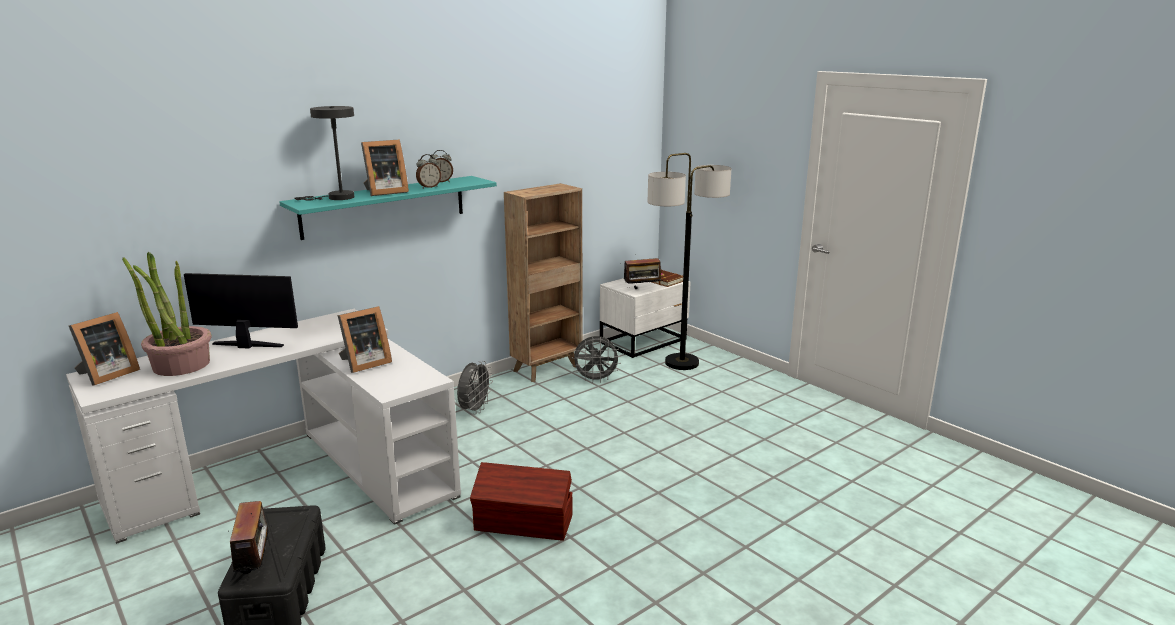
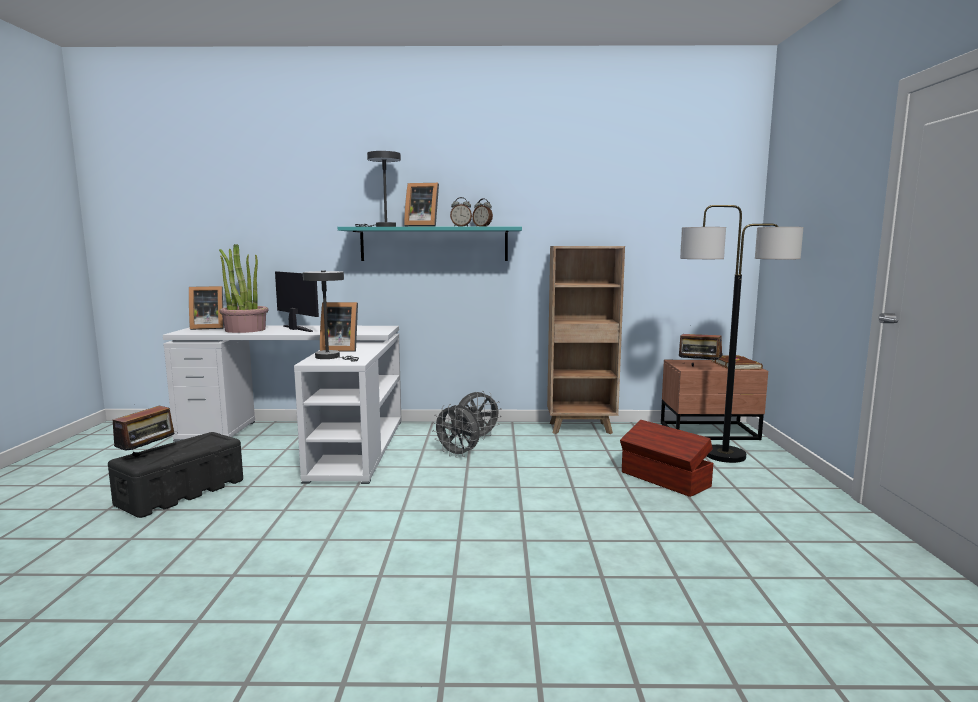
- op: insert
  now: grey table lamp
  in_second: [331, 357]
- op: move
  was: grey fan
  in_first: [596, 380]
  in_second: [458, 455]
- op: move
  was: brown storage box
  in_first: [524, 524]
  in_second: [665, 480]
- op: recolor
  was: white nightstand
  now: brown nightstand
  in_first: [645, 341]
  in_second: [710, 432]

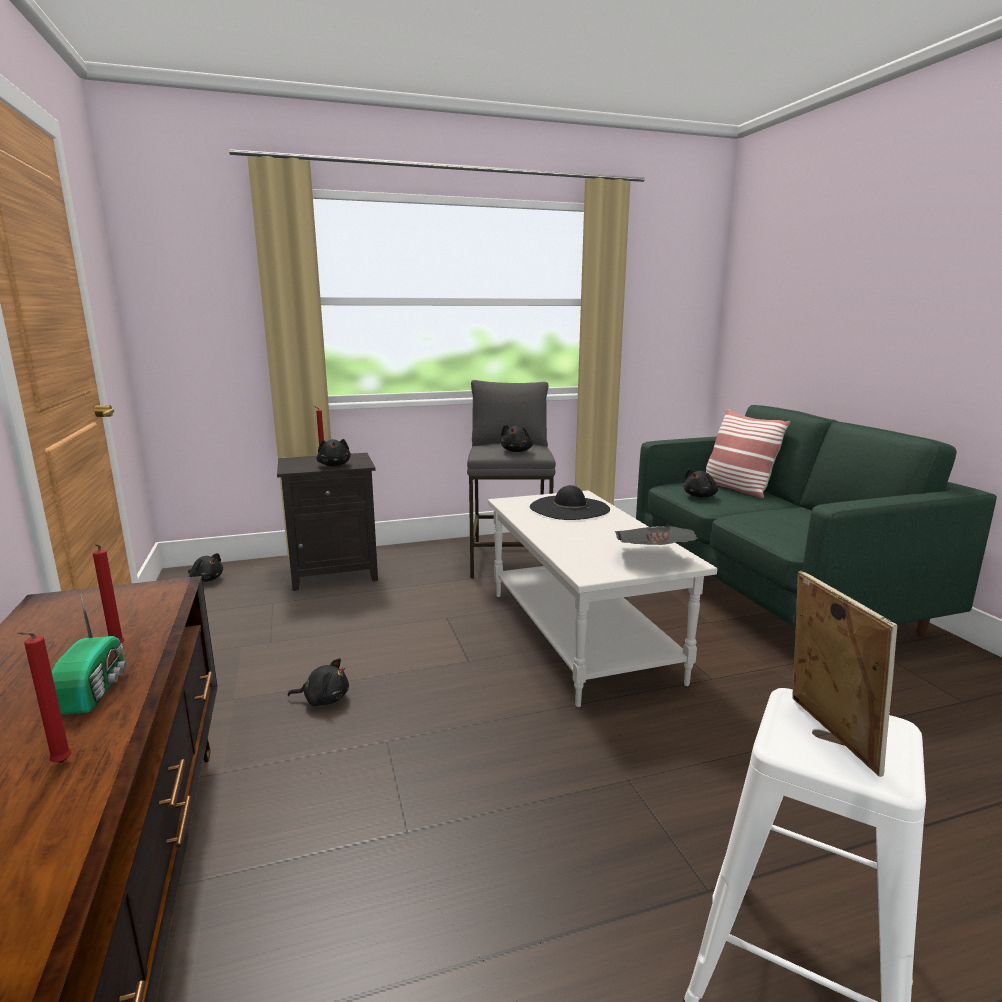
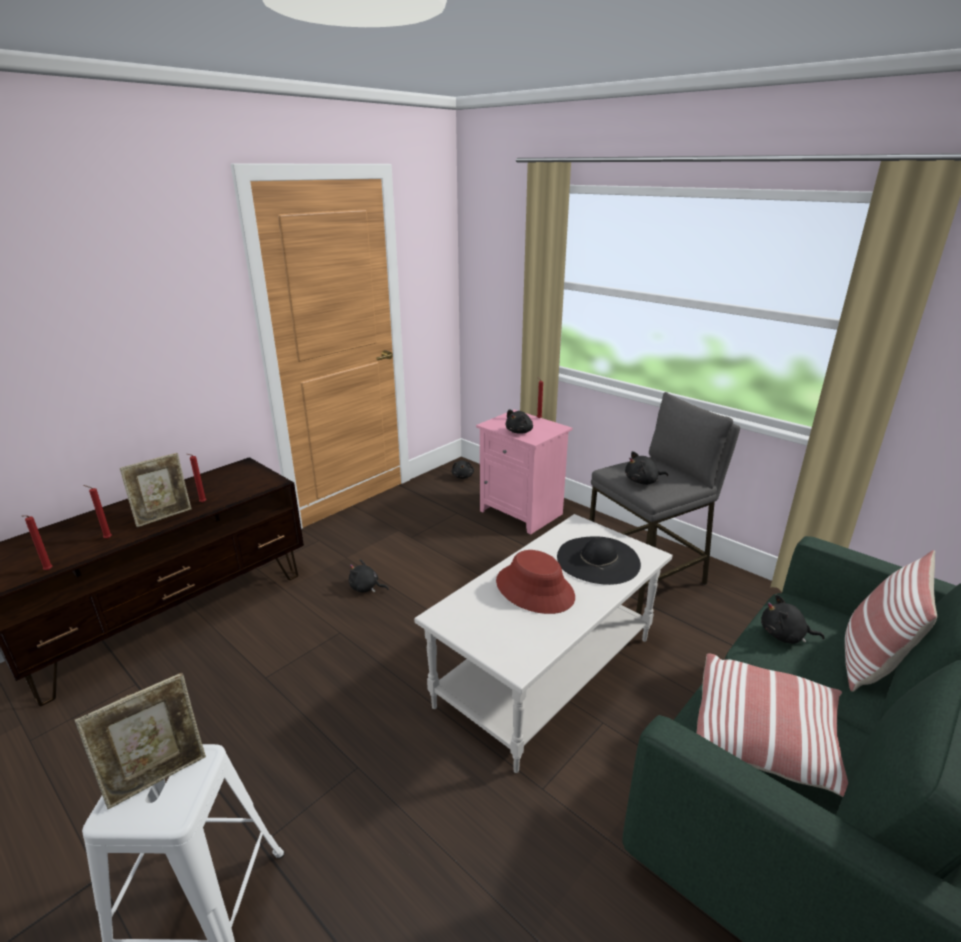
- op: insert
  now: red candle
  in_second: [47, 571]
- op: replace
  was: radio
  now: picture frame
  in_first: [96, 689]
  in_second: [164, 517]
- op: rotate
  was: black plush toy
  in_first: [324, 699]
  in_second: [366, 588]
  clockwise: 135
- op: recolor
  was: black nightstand
  now: pink nightstand
  in_first: [335, 572]
  in_second: [522, 512]
- op: insert
  now: red hat
  in_second: [535, 589]
- op: insert
  now: pillow
  in_second: [765, 736]
- op: delete
  was: newspaper
  in_first: [653, 558]

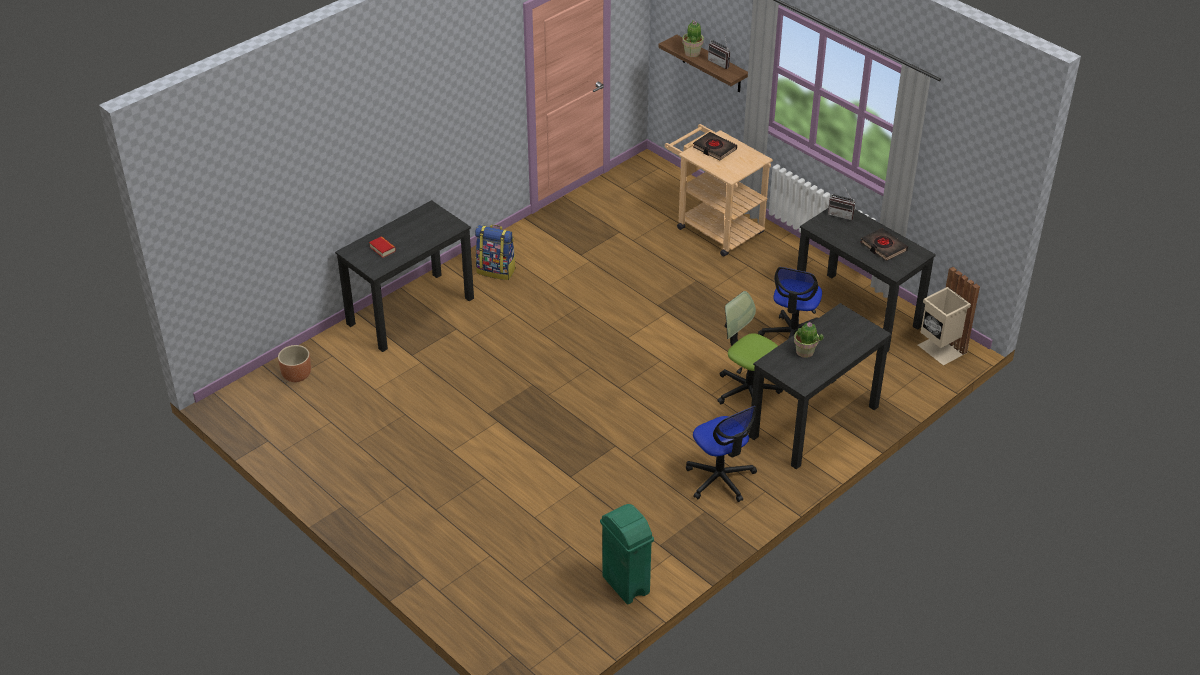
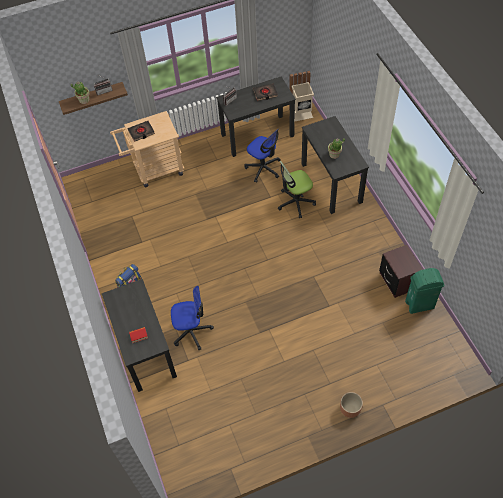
- op: move
  was: office chair
  in_first: [720, 479]
  in_second: [191, 331]
- op: move
  was: brown planter
  in_first: [296, 375]
  in_second: [350, 409]
- op: insert
  now: brown nightstand
  in_second: [397, 281]

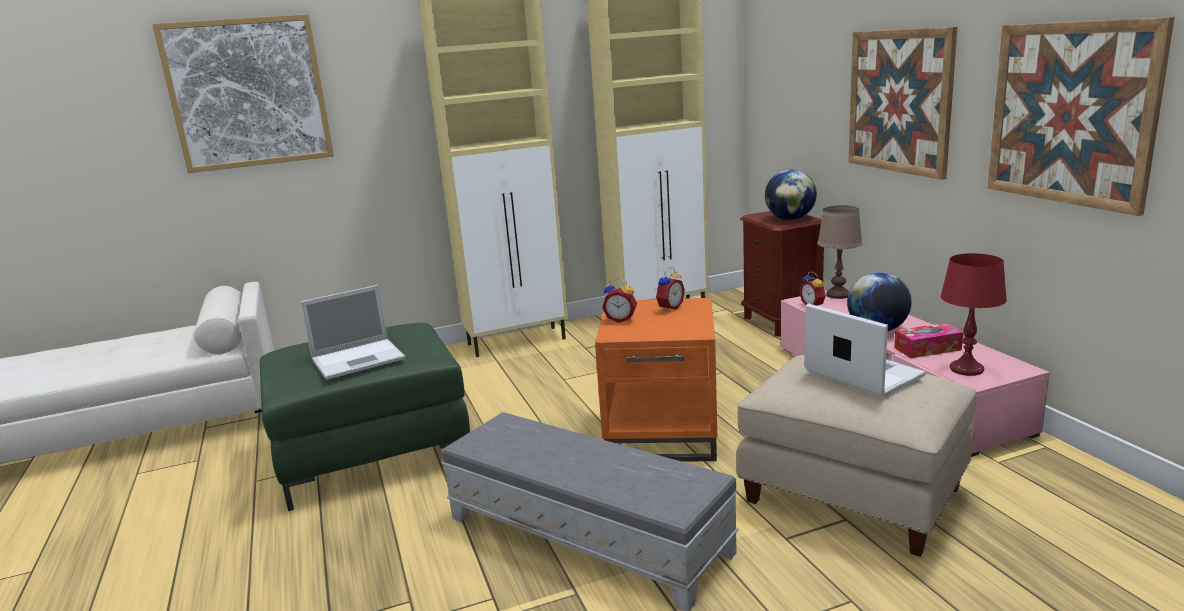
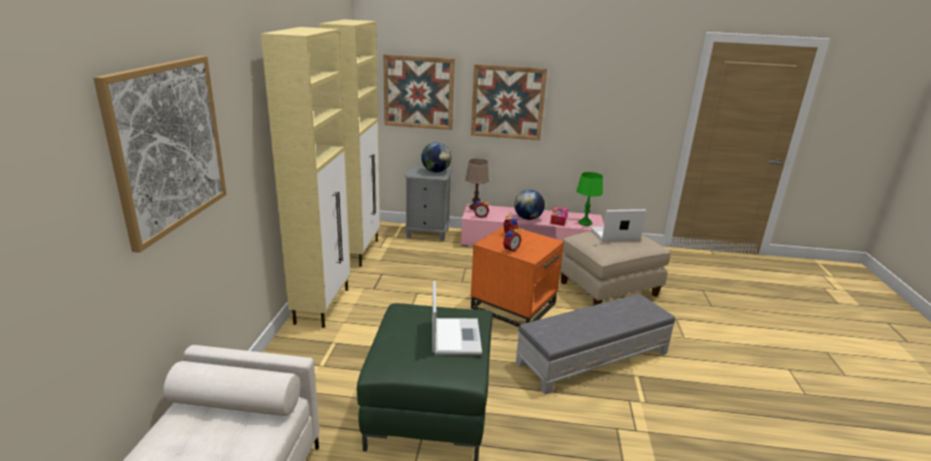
- op: move
  was: picture
  in_first: [1071, 113]
  in_second: [418, 92]
- op: recolor
  was: brown nightstand
  now: grey nightstand
  in_first: [780, 322]
  in_second: [427, 233]
- op: recolor
  was: red table lamp
  now: green table lamp
  in_first: [966, 369]
  in_second: [585, 223]

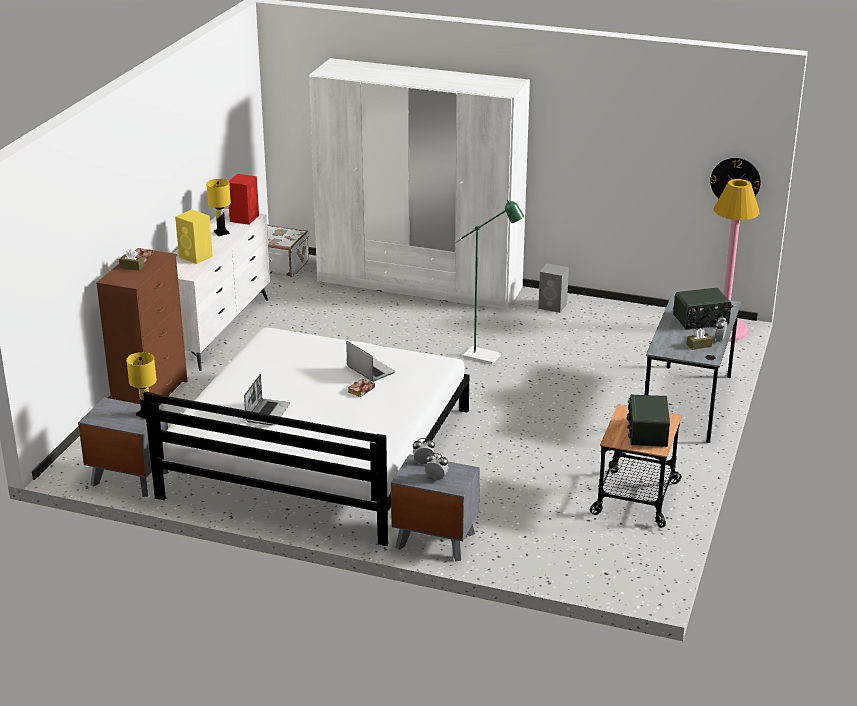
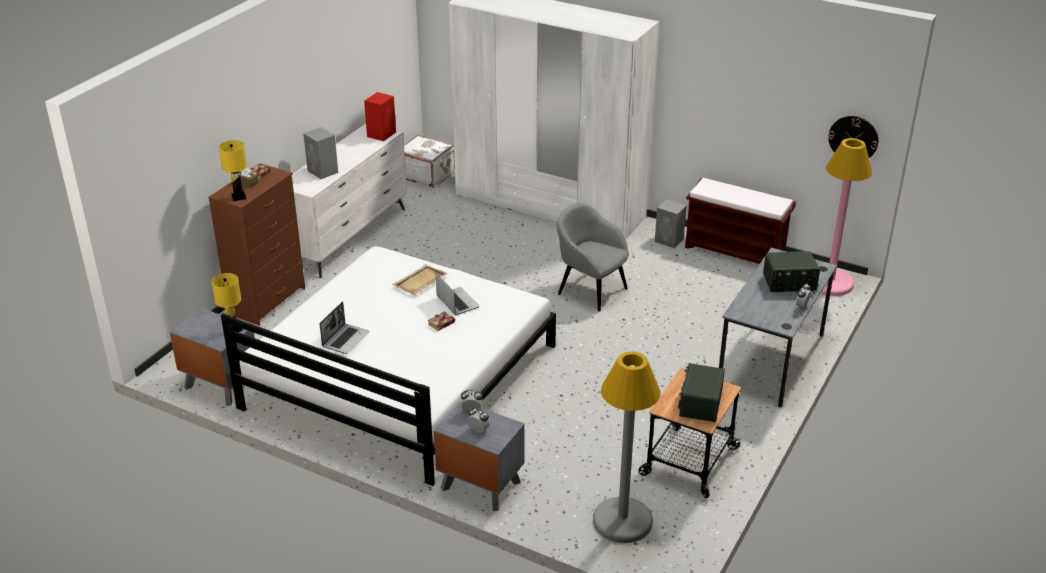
- op: move
  was: yellow table lamp
  in_first: [221, 233]
  in_second: [239, 197]
- op: recolor
  was: yellow speaker
  now: grey speaker
  in_first: [196, 257]
  in_second: [323, 172]
- op: insert
  now: beige tray
  in_second: [419, 281]
- op: replace
  was: green floor lamp
  now: grey armchair
  in_first: [488, 357]
  in_second: [591, 290]
- op: insert
  now: grey floor lamp
  in_second: [622, 521]
- op: insert
  now: brown bench
  in_second: [735, 251]
- op: delete
  was: brown tissue box
  in_first: [699, 345]

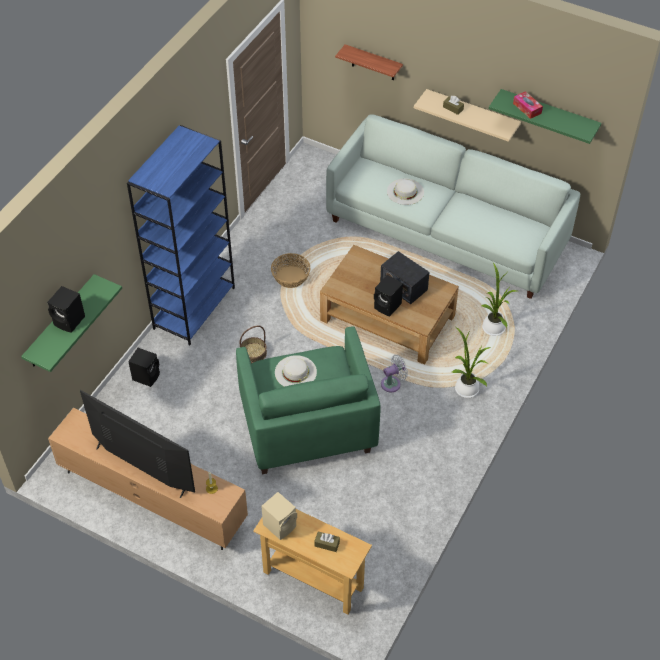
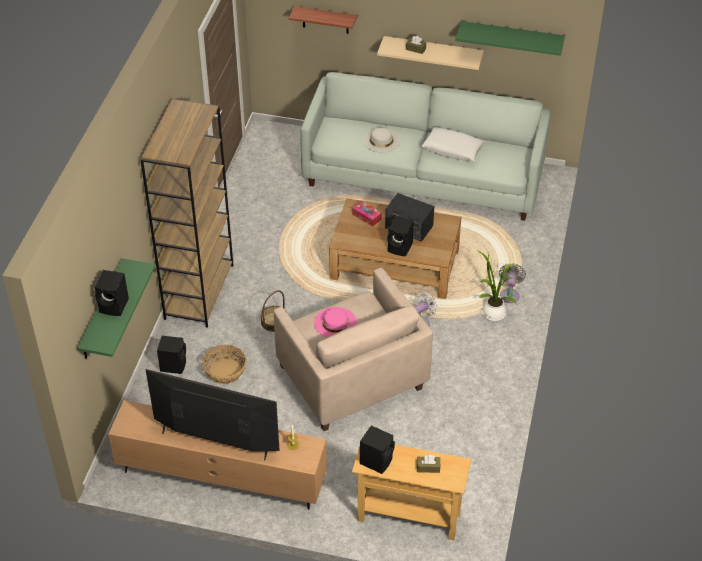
- op: recolor
  was: blue bookcase
  now: brown bookcase
  in_first: [194, 307]
  in_second: [199, 291]
- op: move
  was: basket
  in_first: [290, 277]
  in_second: [225, 371]
- op: recolor
  was: green armchair
  now: beige armchair
  in_first: [307, 424]
  in_second: [351, 376]
- op: recolor
  was: white hat
  now: pink hat
  in_first: [295, 372]
  in_second: [335, 323]
- op: move
  was: tissue box
  in_first: [527, 108]
  in_second: [367, 216]
- op: recolor
  was: beige speaker
  now: black speaker
  in_first: [280, 525]
  in_second: [377, 460]
- op: insert
  now: white pillow
  in_second: [452, 150]
- op: insert
  now: grey fan
  in_second: [509, 294]
- op: delete
  was: potted plant
  in_first: [493, 326]

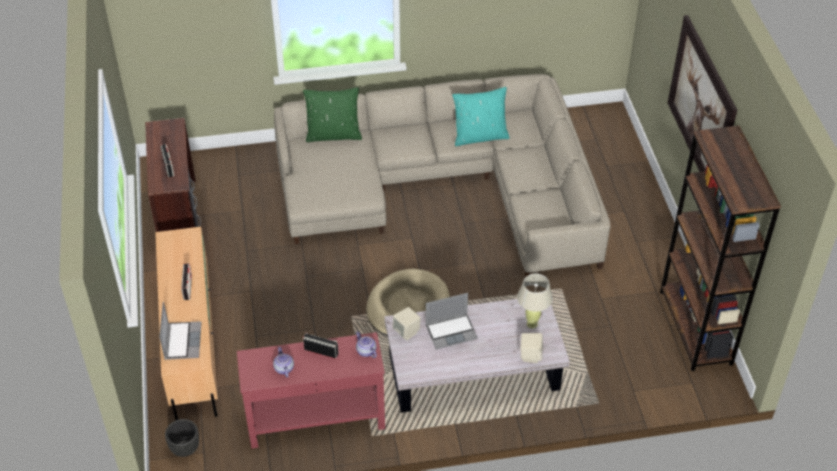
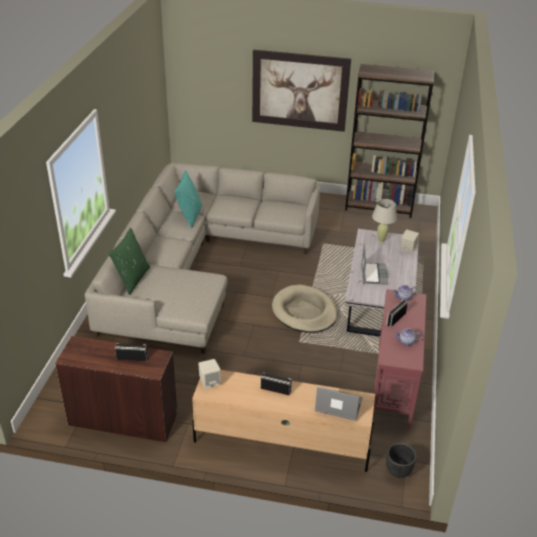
- op: move
  was: beige speaker
  in_first: [406, 332]
  in_second: [210, 382]

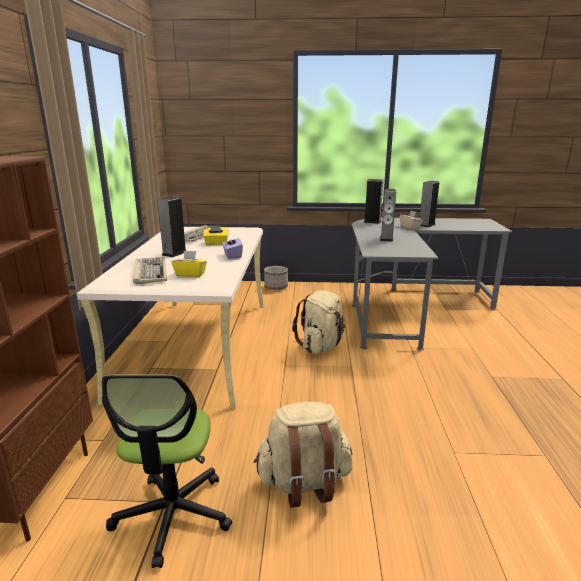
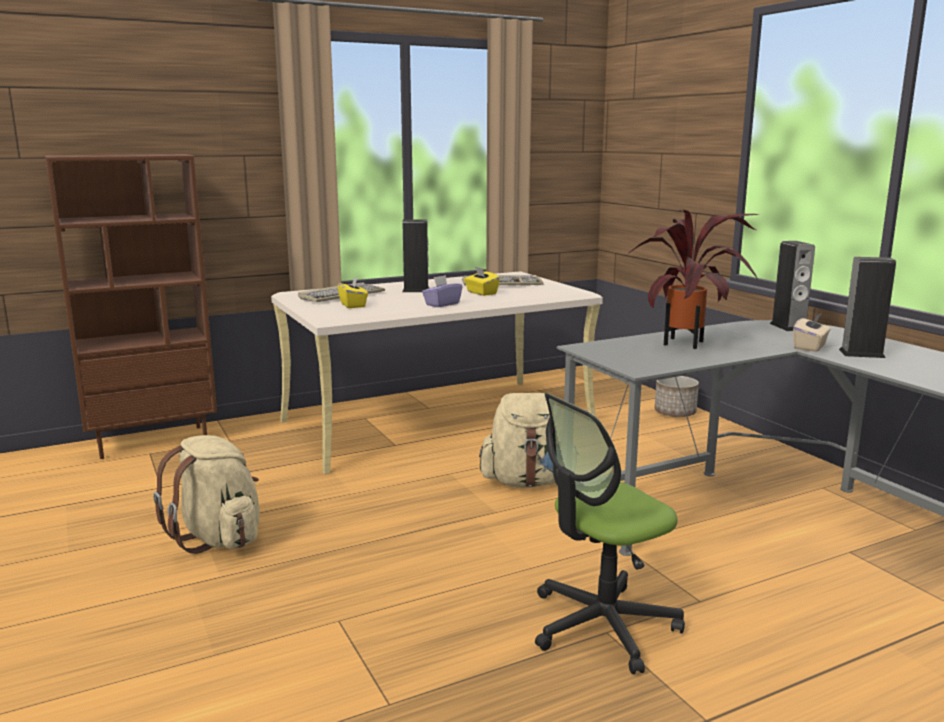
- op: move
  was: office chair
  in_first: [173, 515]
  in_second: [602, 625]
- op: replace
  was: speaker
  now: potted plant
  in_first: [386, 238]
  in_second: [687, 344]

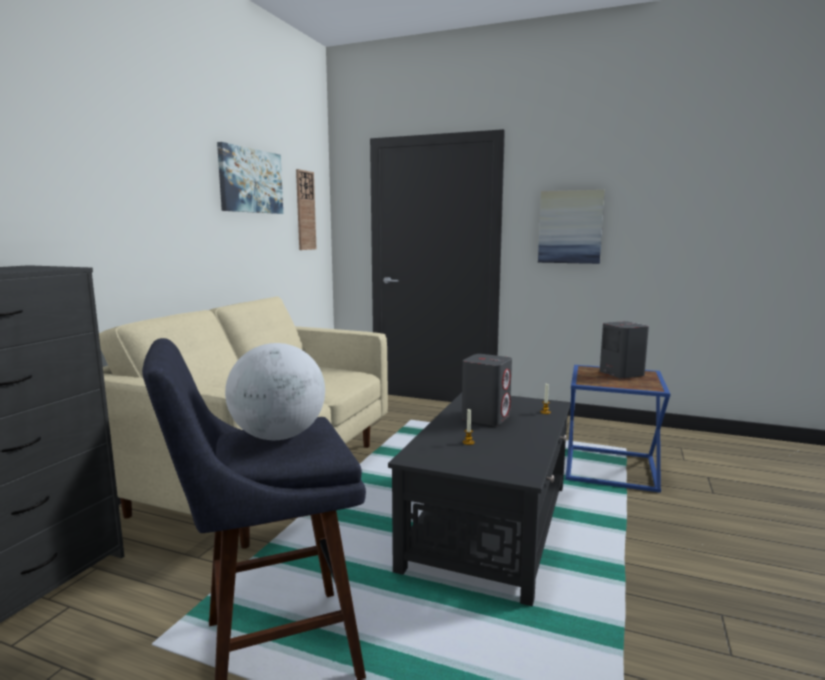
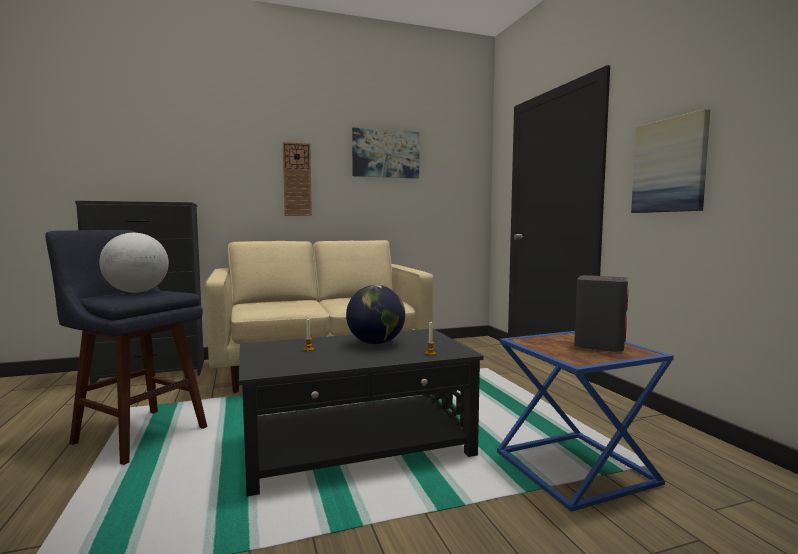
- op: move
  was: wall clock
  in_first: [305, 210]
  in_second: [297, 179]
- op: replace
  was: grey speaker
  now: globe
  in_first: [486, 418]
  in_second: [376, 343]

